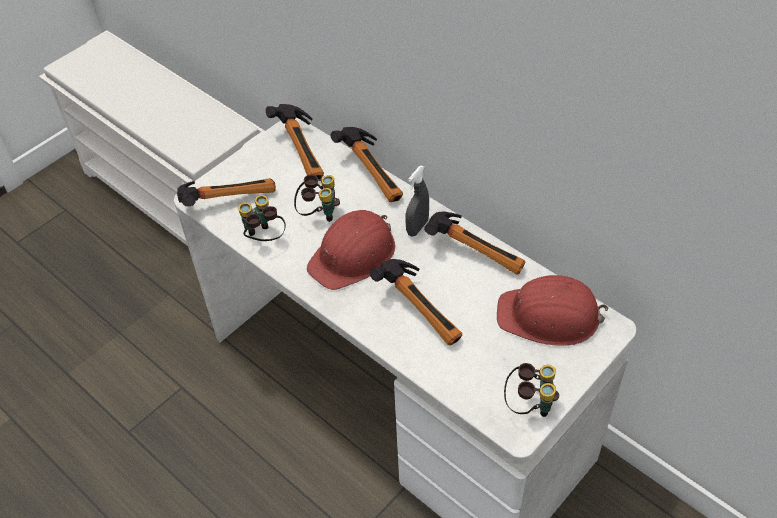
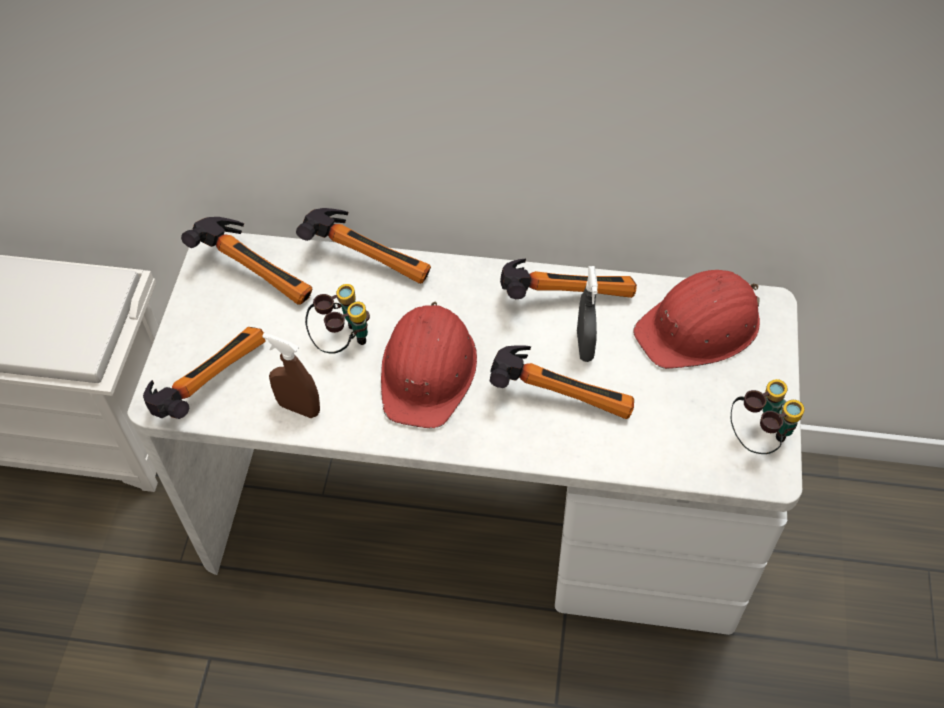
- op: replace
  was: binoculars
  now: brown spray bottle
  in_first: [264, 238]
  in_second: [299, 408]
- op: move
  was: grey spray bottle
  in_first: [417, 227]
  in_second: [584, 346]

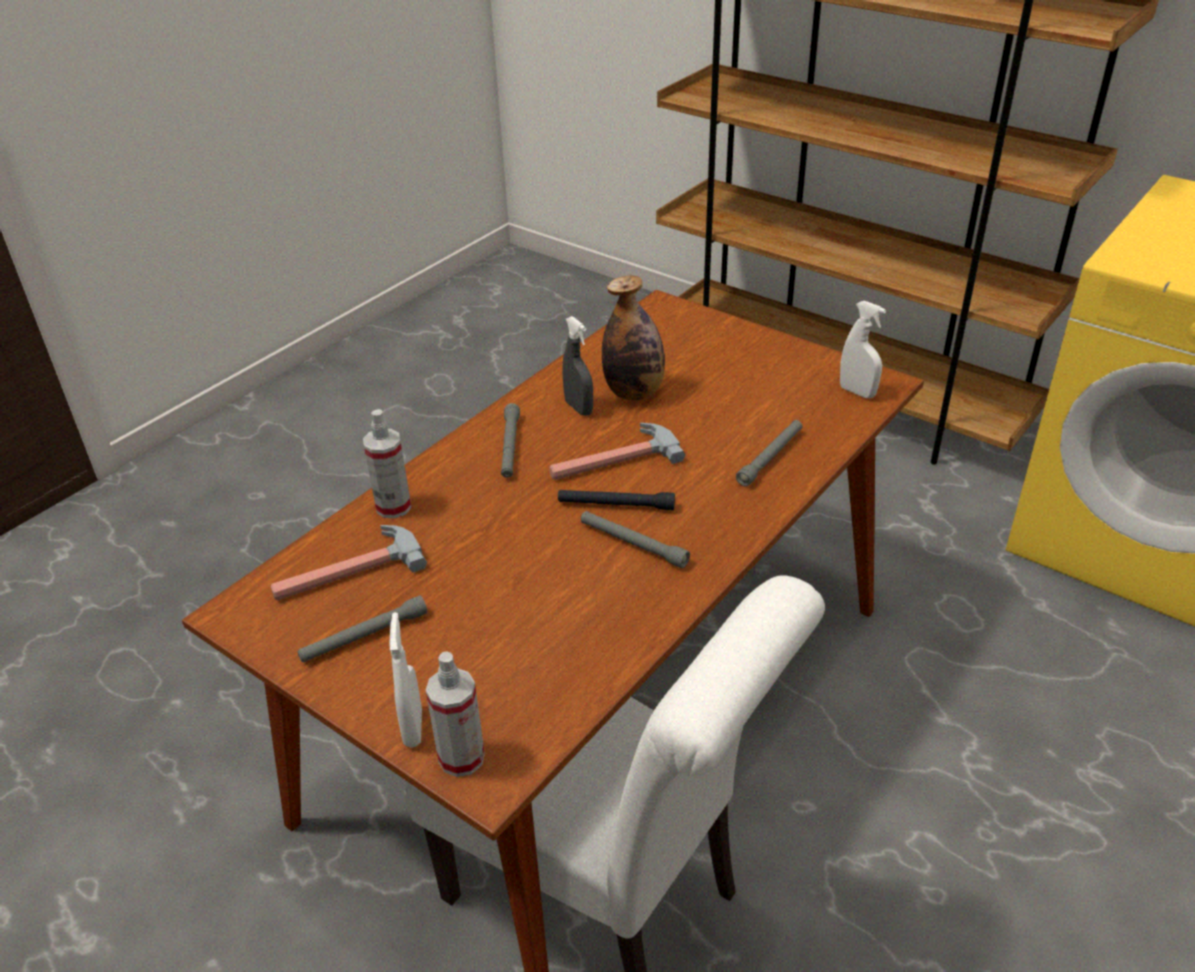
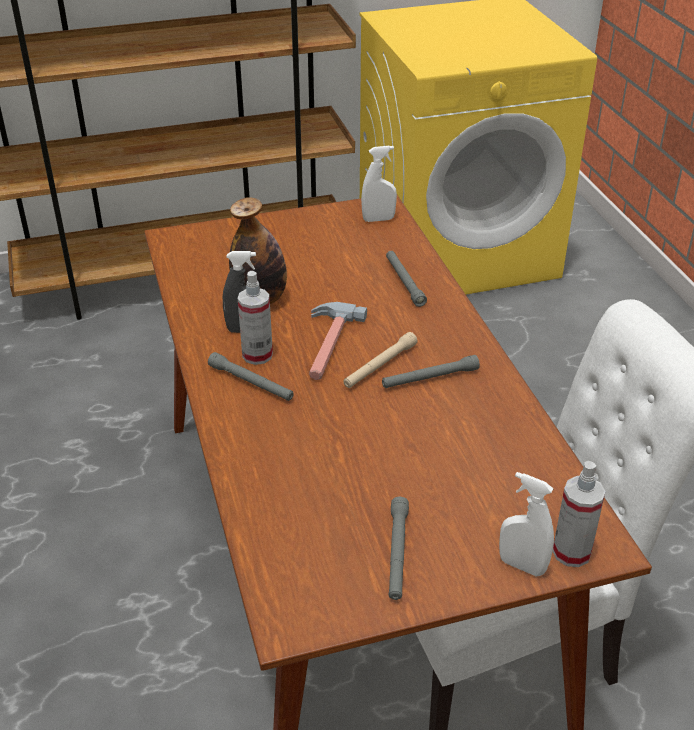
- op: move
  was: spray bottle
  in_first: [393, 507]
  in_second: [257, 355]
- op: recolor
  was: black flashlight
  now: beige flashlight
  in_first: [616, 505]
  in_second: [380, 366]
- op: delete
  was: hammer
  in_first: [346, 570]

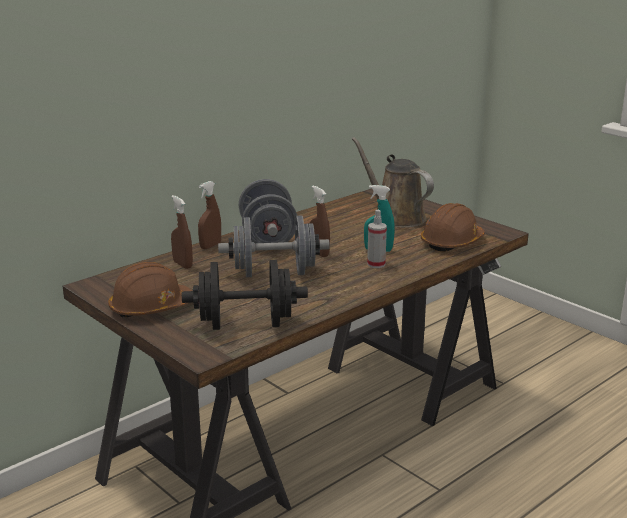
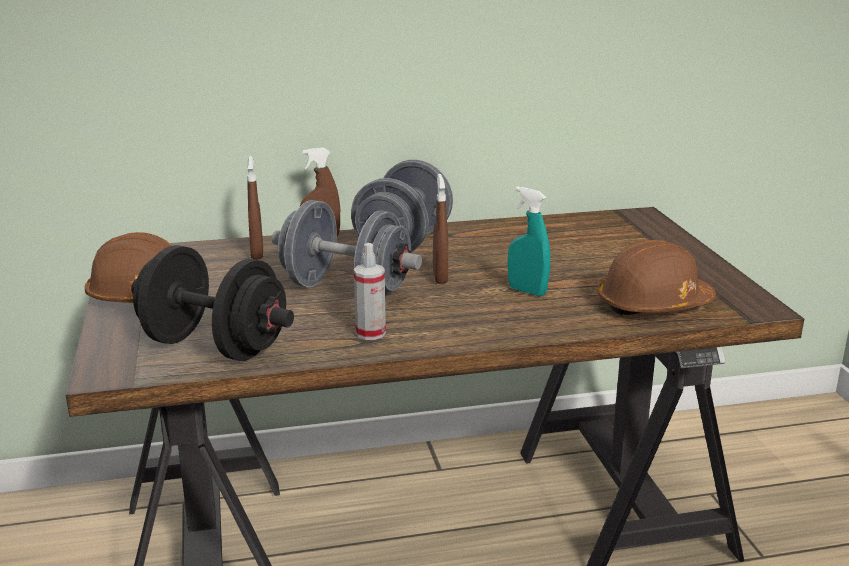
- op: move
  was: spray bottle
  in_first: [376, 264]
  in_second: [370, 333]
- op: delete
  was: brown watering can
  in_first: [395, 217]

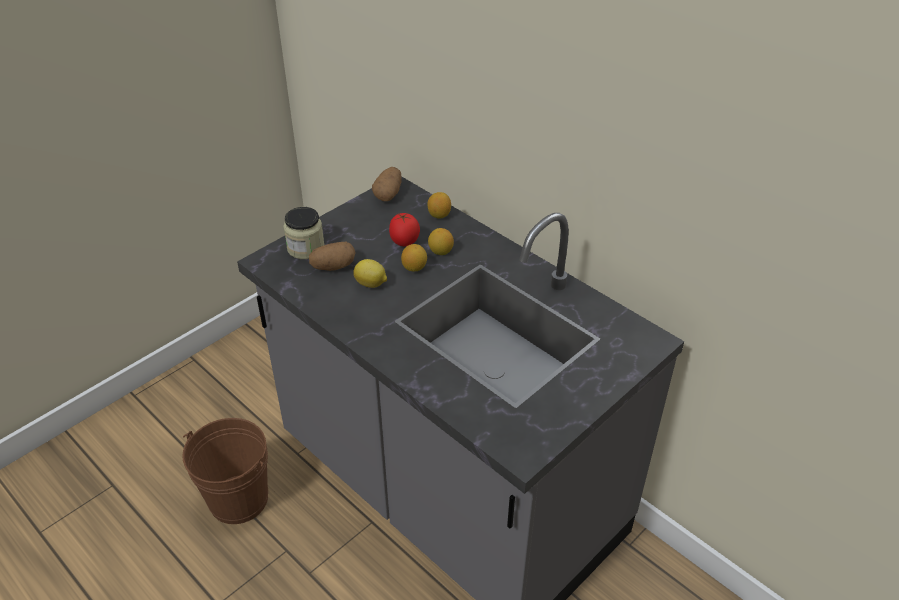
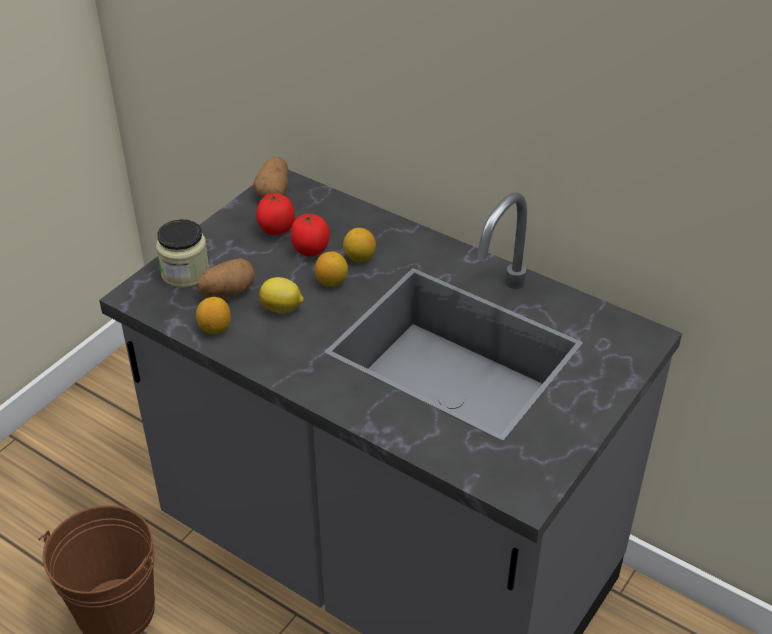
- op: move
  was: lemon
  in_first: [439, 215]
  in_second: [215, 328]
- op: insert
  now: tomato
  in_second: [276, 231]

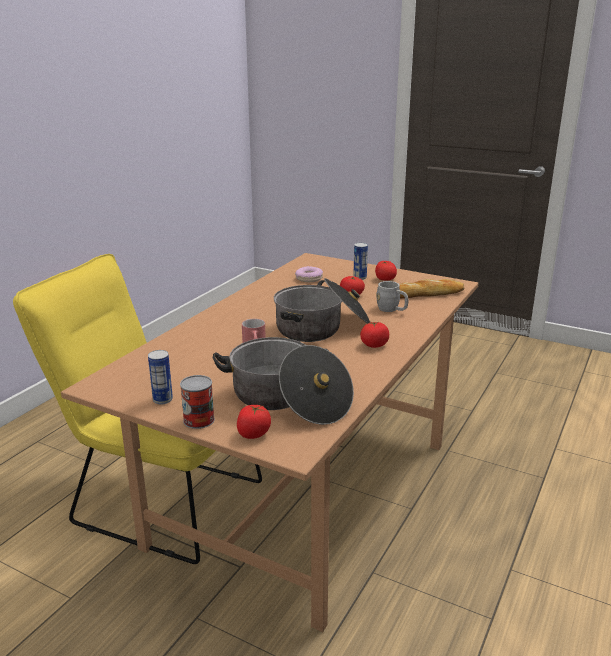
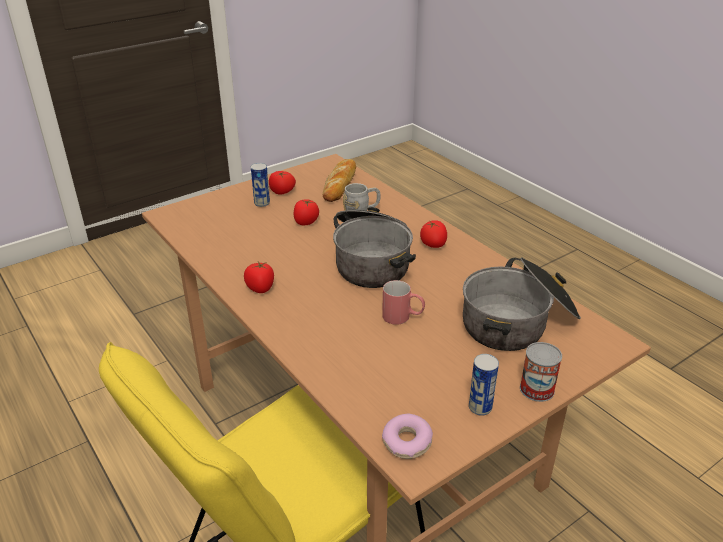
- op: move
  was: tomato
  in_first: [254, 434]
  in_second: [260, 288]
- op: move
  was: donut
  in_first: [309, 279]
  in_second: [406, 442]

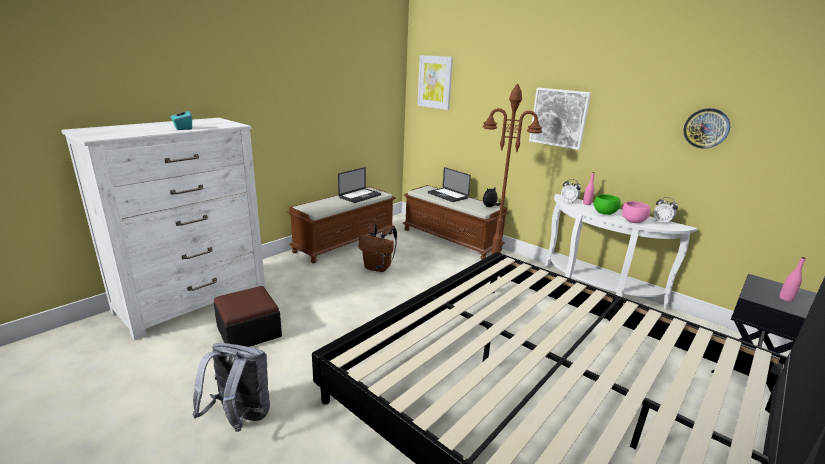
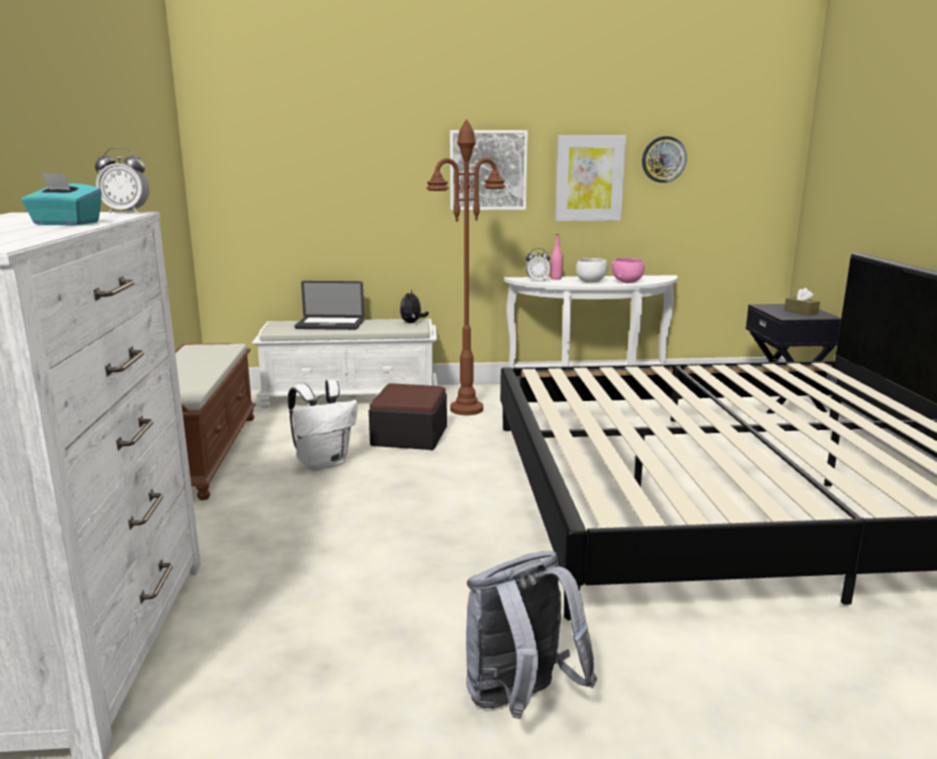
- op: move
  was: alarm clock
  in_first: [662, 222]
  in_second: [126, 212]
- op: recolor
  was: brown bench
  now: white bench
  in_first: [452, 239]
  in_second: [352, 396]
- op: recolor
  was: brown backpack
  now: white backpack
  in_first: [378, 268]
  in_second: [323, 463]
- op: move
  was: ottoman
  in_first: [249, 331]
  in_second: [409, 436]
- op: move
  was: picture
  in_first: [435, 82]
  in_second: [589, 178]
- op: recolor
  was: green bowl
  now: white bowl
  in_first: [604, 213]
  in_second: [590, 282]
- op: replace
  was: pink bottle
  now: brown tissue box
  in_first: [785, 298]
  in_second: [801, 312]
- op: delete
  was: laptop
  in_first: [360, 196]

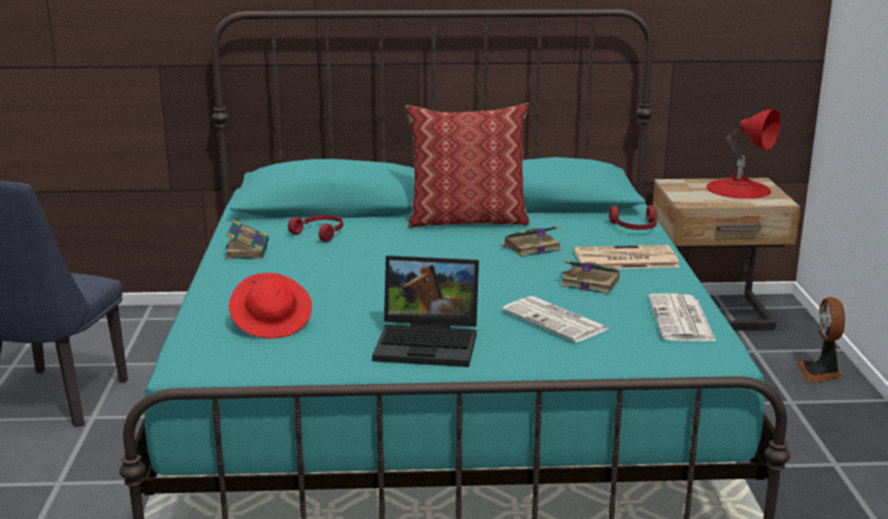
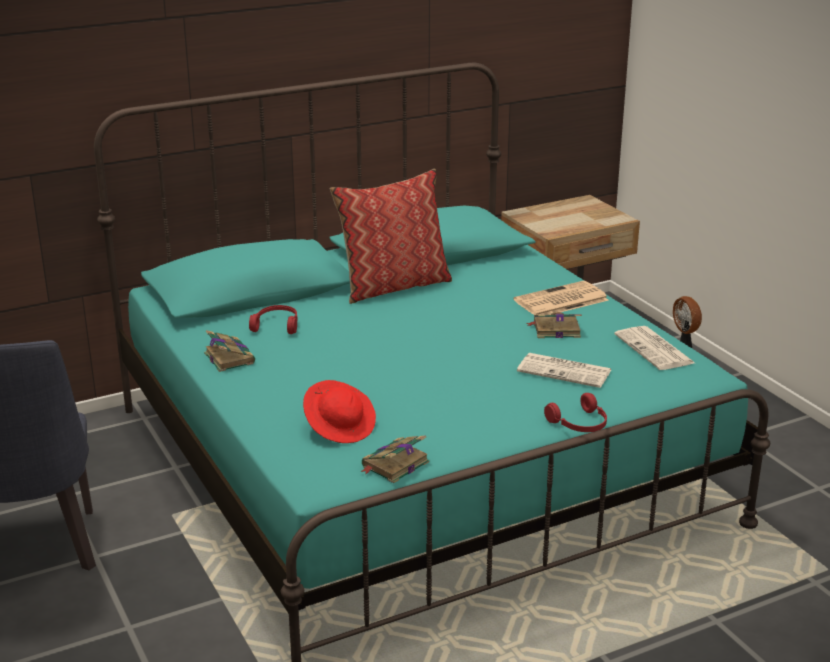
- op: move
  was: book
  in_first: [531, 247]
  in_second: [394, 465]
- op: move
  was: red headphones
  in_first: [635, 227]
  in_second: [580, 424]
- op: delete
  was: laptop
  in_first: [430, 343]
- op: delete
  was: red table lamp
  in_first: [738, 189]

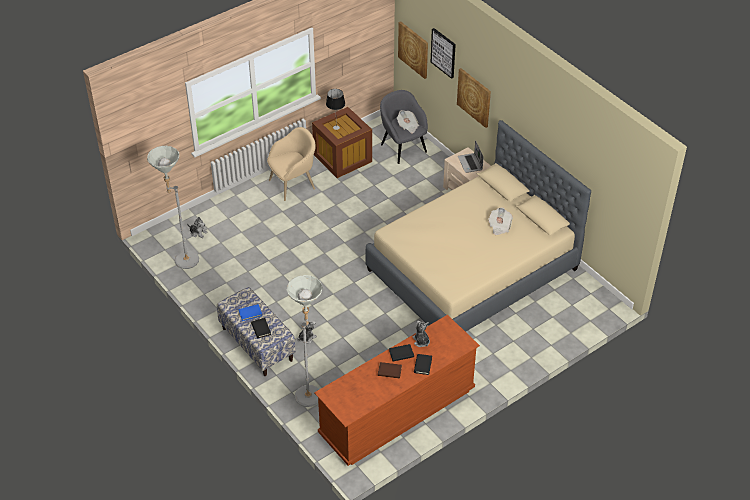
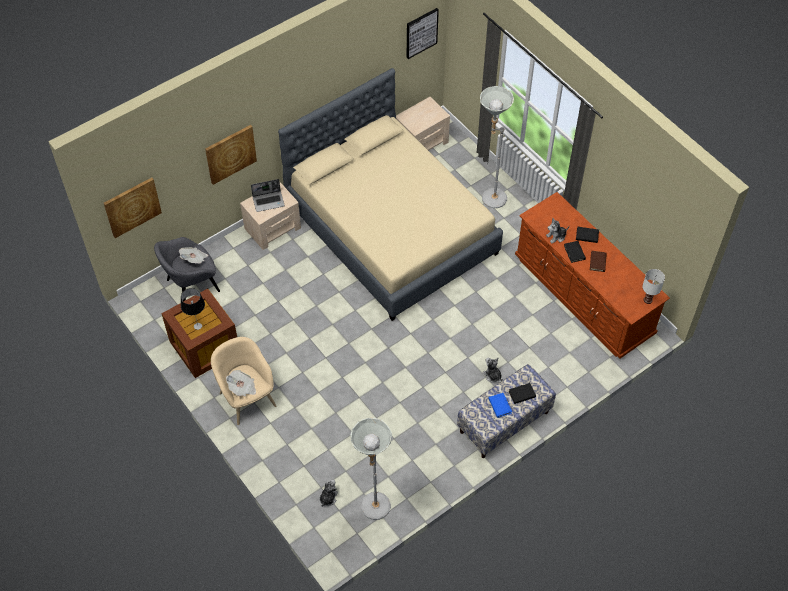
- op: move
  was: newspaper
  in_first: [499, 226]
  in_second: [242, 388]
- op: insert
  now: beige nightstand
  in_second: [422, 142]
- op: move
  was: picture
  in_first: [443, 52]
  in_second: [421, 32]
- op: move
  was: grey floor lamp
  in_first: [309, 392]
  in_second: [488, 197]
- op: insert
  now: white table lamp
  in_second: [648, 300]

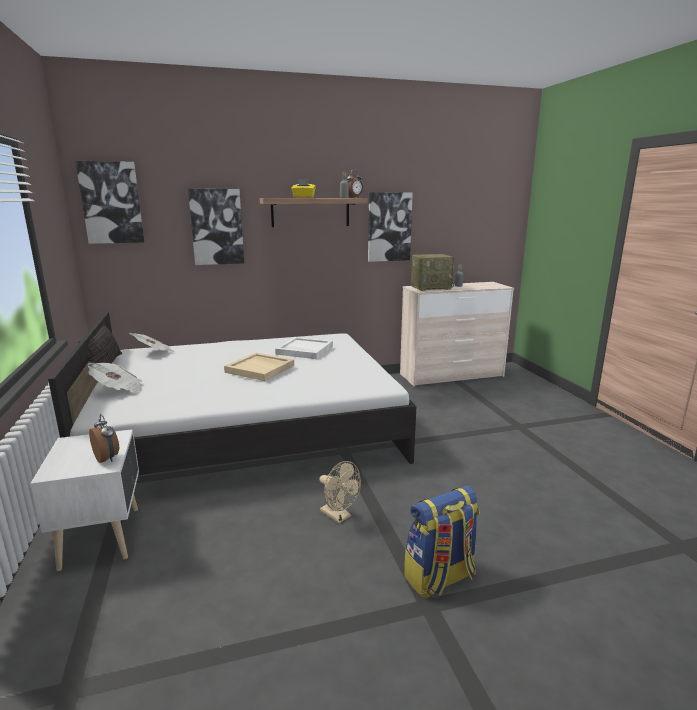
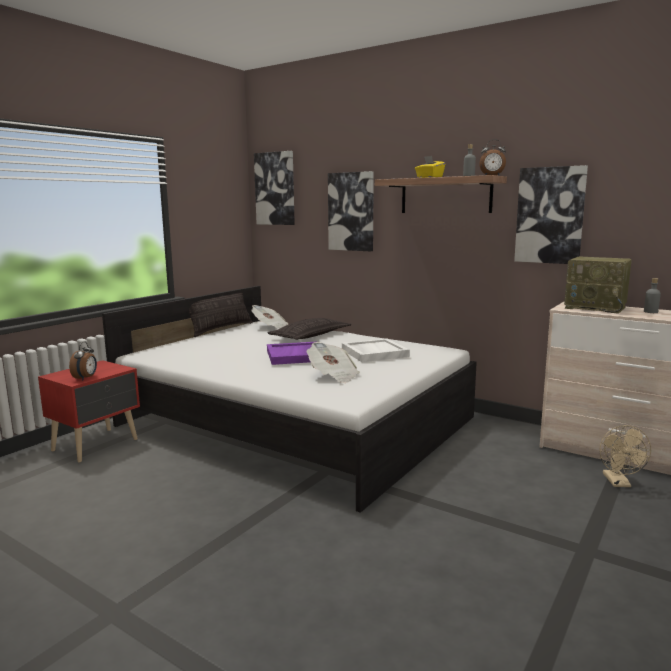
- op: recolor
  was: white nightstand
  now: red nightstand
  in_first: [103, 536]
  in_second: [97, 445]
- op: recolor
  was: beige tray
  now: purple tray
  in_first: [260, 369]
  in_second: [296, 356]
- op: insert
  now: pillow
  in_second: [310, 335]
- op: move
  was: newspaper
  in_first: [118, 389]
  in_second: [333, 376]
- op: move
  was: beige fan
  in_first: [339, 516]
  in_second: [619, 483]
- op: delete
  was: backpack
  in_first: [440, 578]

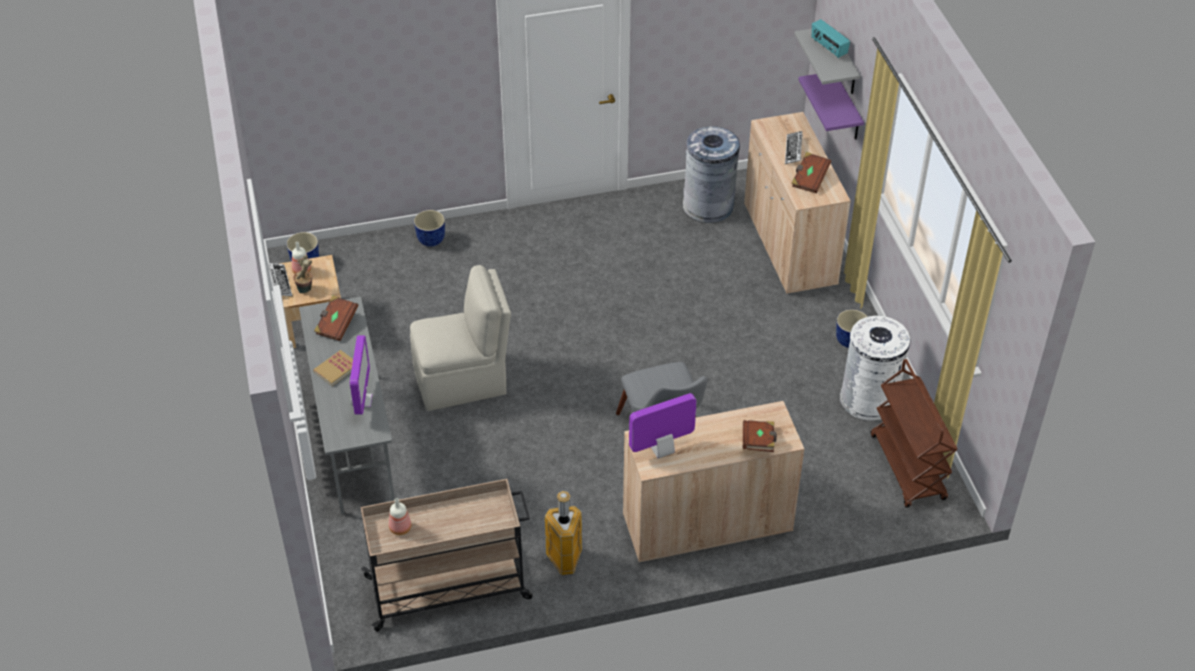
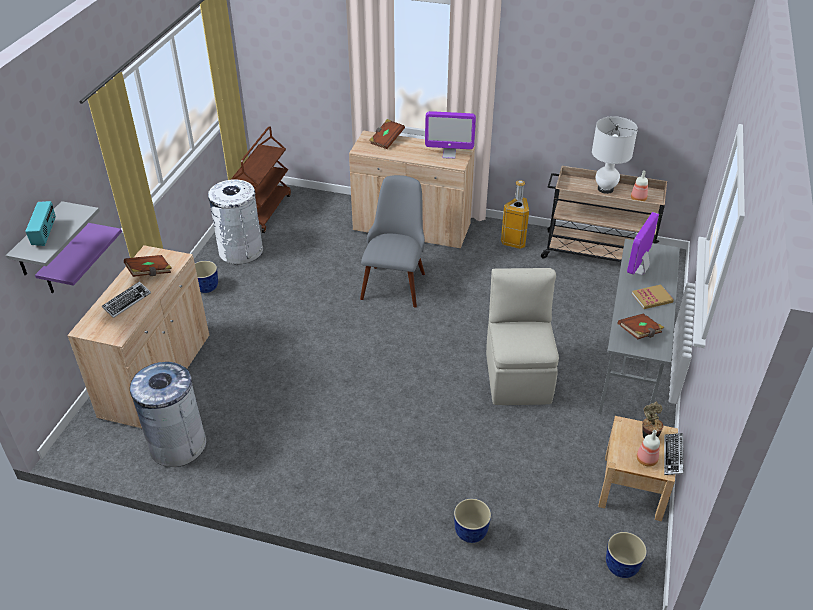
- op: rotate
  was: beige chair
  in_first: [463, 380]
  in_second: [518, 375]
  clockwise: 75
- op: insert
  now: white table lamp
  in_second: [605, 189]

